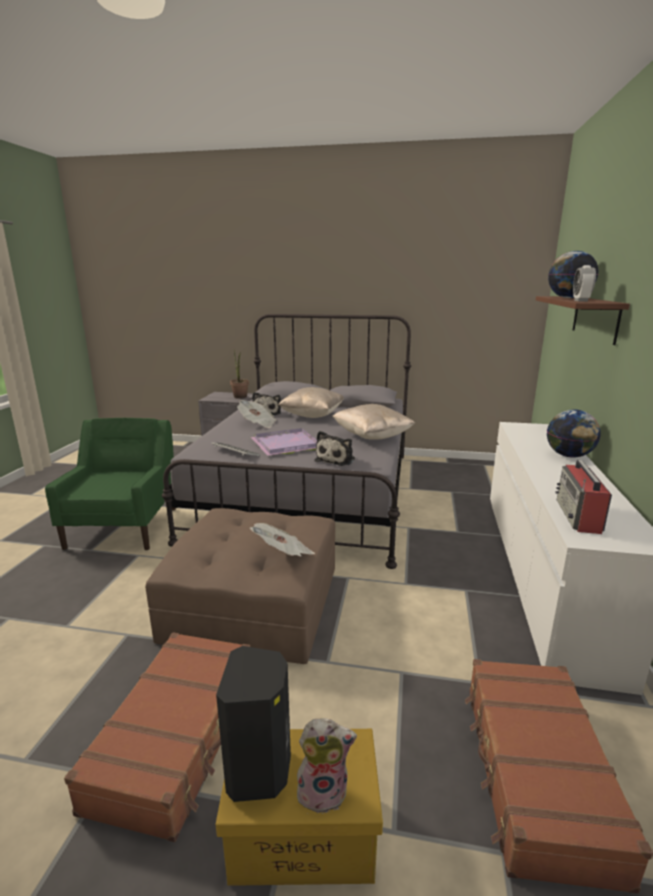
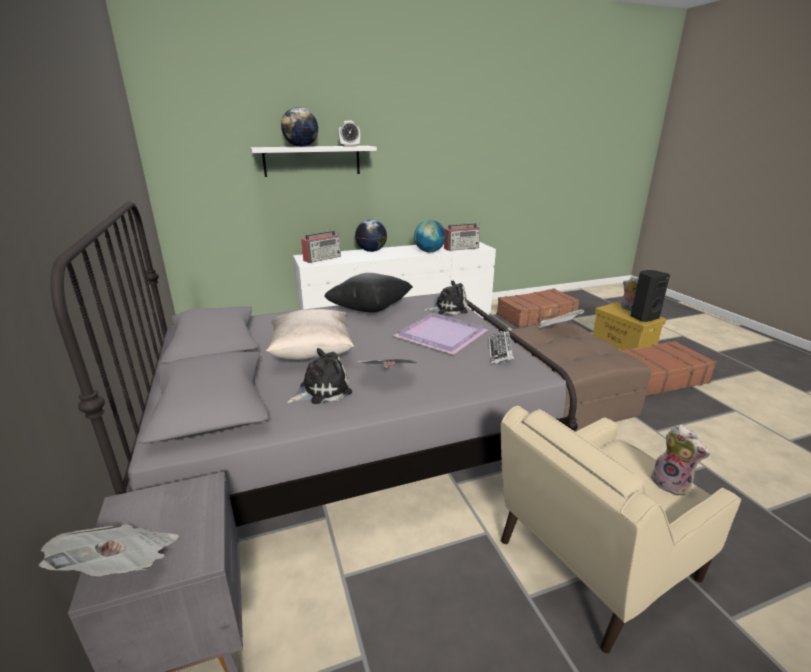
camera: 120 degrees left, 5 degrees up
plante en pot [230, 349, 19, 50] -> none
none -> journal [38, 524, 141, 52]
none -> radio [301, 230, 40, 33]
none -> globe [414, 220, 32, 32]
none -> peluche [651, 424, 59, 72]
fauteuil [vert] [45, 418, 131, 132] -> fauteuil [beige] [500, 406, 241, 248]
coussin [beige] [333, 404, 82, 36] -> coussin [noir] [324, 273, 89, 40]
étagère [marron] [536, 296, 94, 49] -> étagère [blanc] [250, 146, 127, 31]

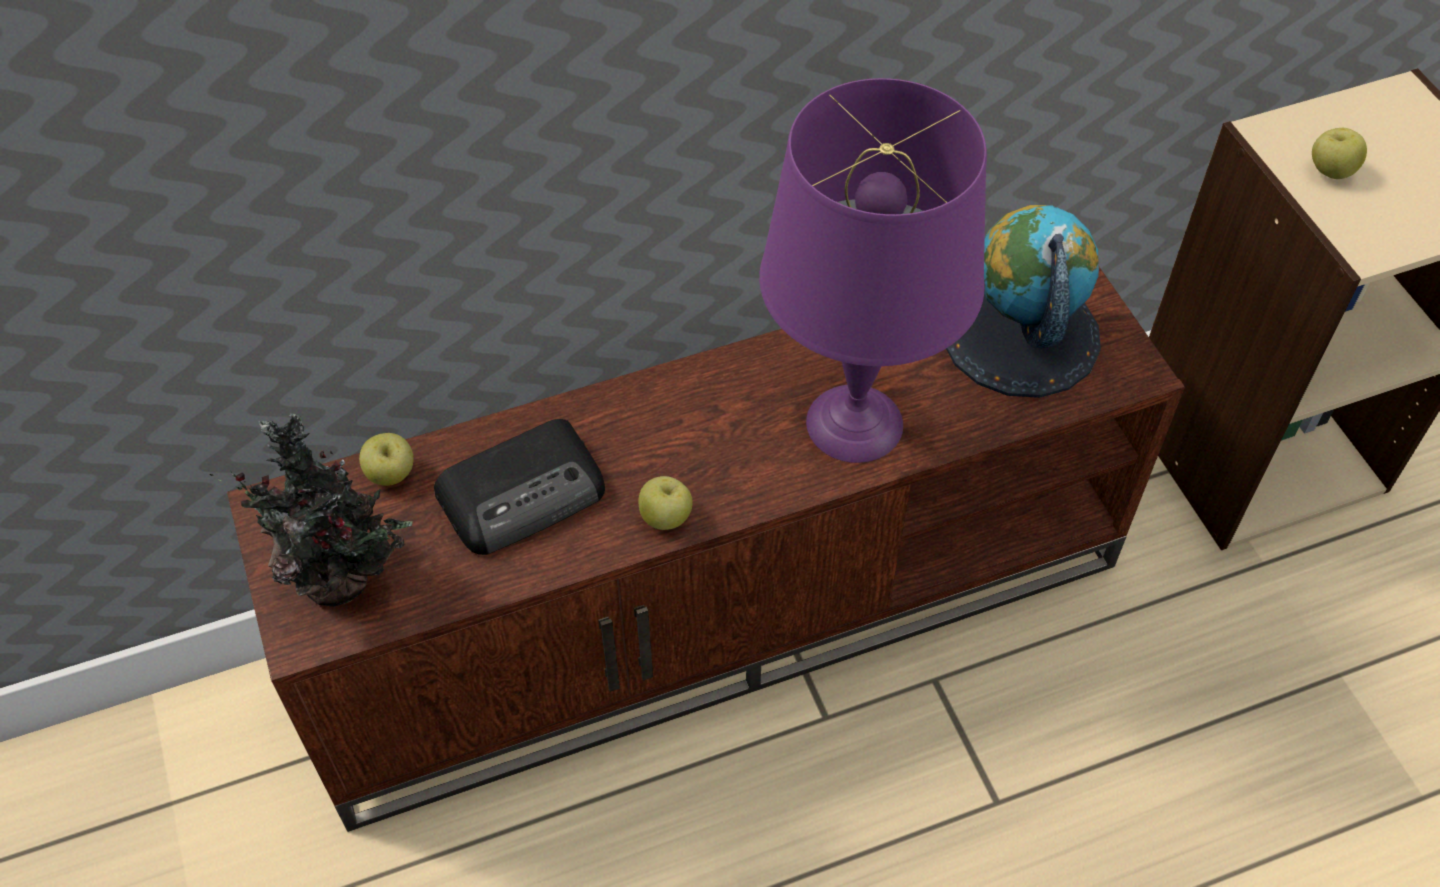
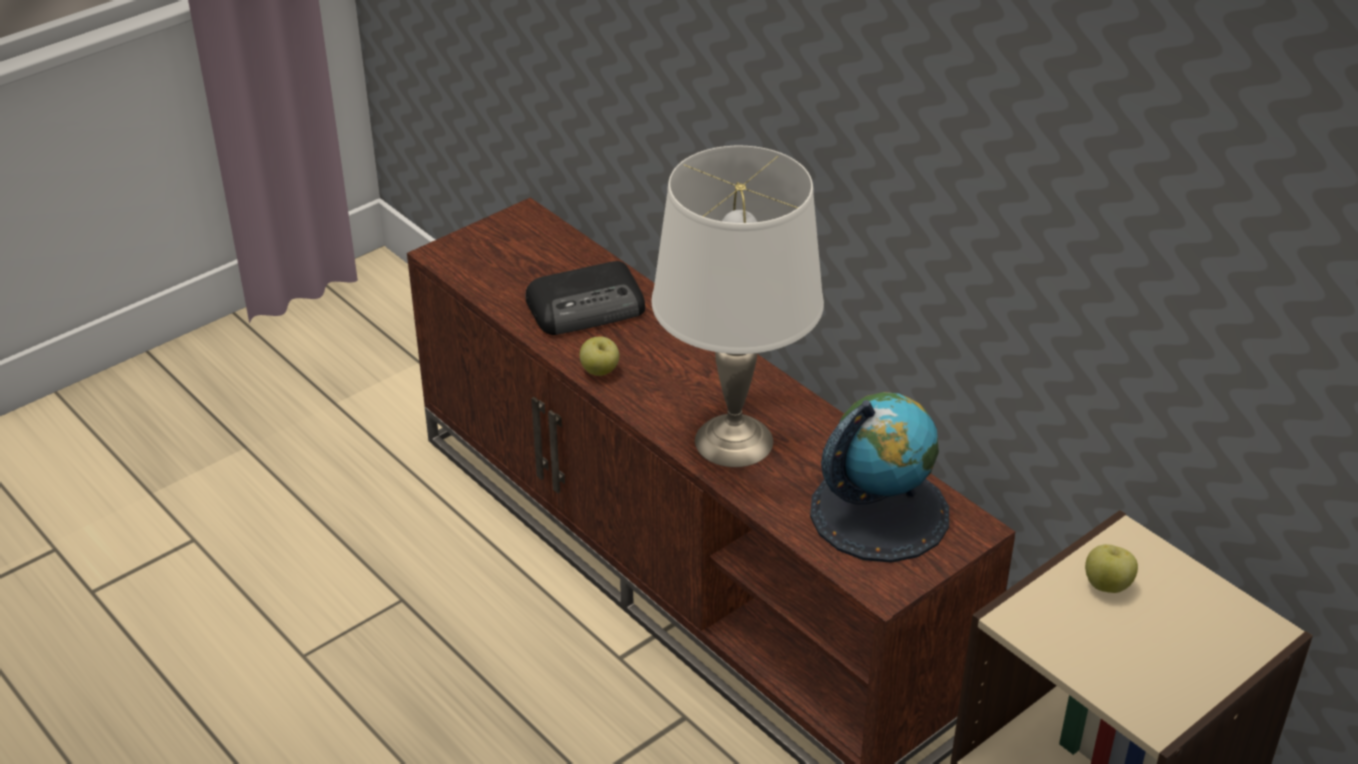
camera: 70 degrees right, 15 degrees down
plante en pot [210, 414, 203, 193] -> none
pomme [359, 433, 55, 53] -> none
lampe de table [violet] [759, 78, 228, 385] -> lampe de table [blanc] [652, 146, 172, 321]
radio [434, 419, 171, 136] -> radio [526, 261, 119, 74], 60 degrees counterclockwise

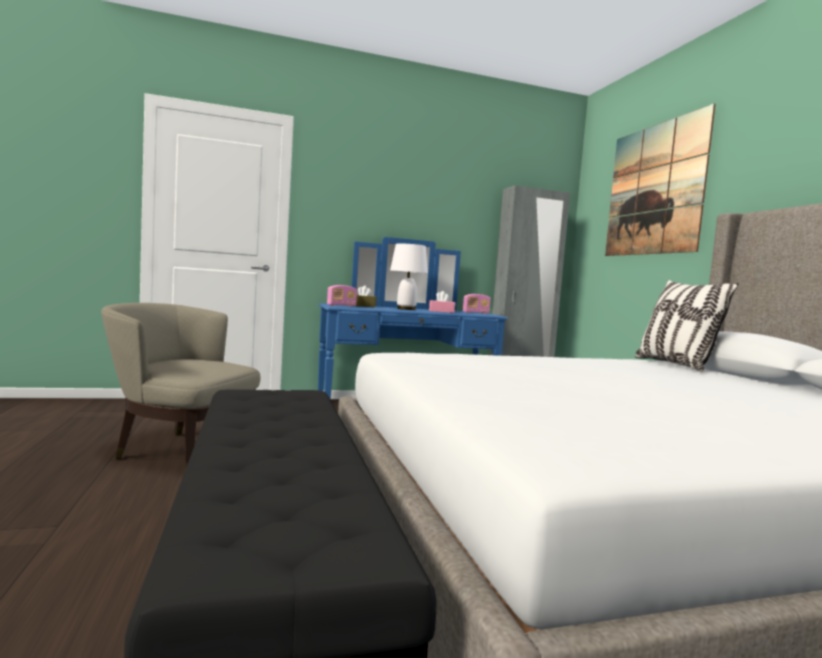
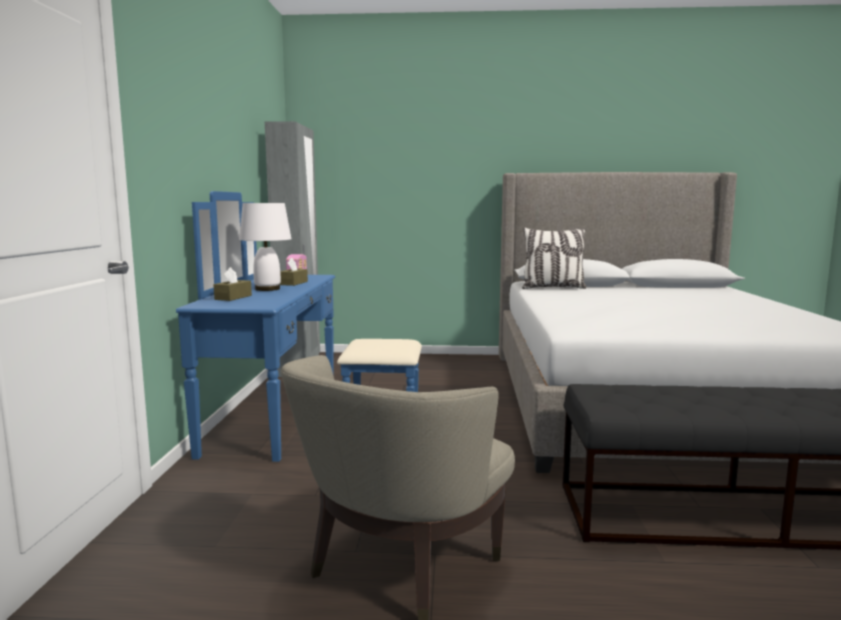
camera: 70 degrees left, 5 degrees up
radio [327, 285, 30, 22] -> none
tableau [605, 104, 110, 152] -> none
boîte à mouchoirs [rose] [429, 291, 26, 22] -> boîte à mouchoirs [marron] [280, 258, 28, 28]

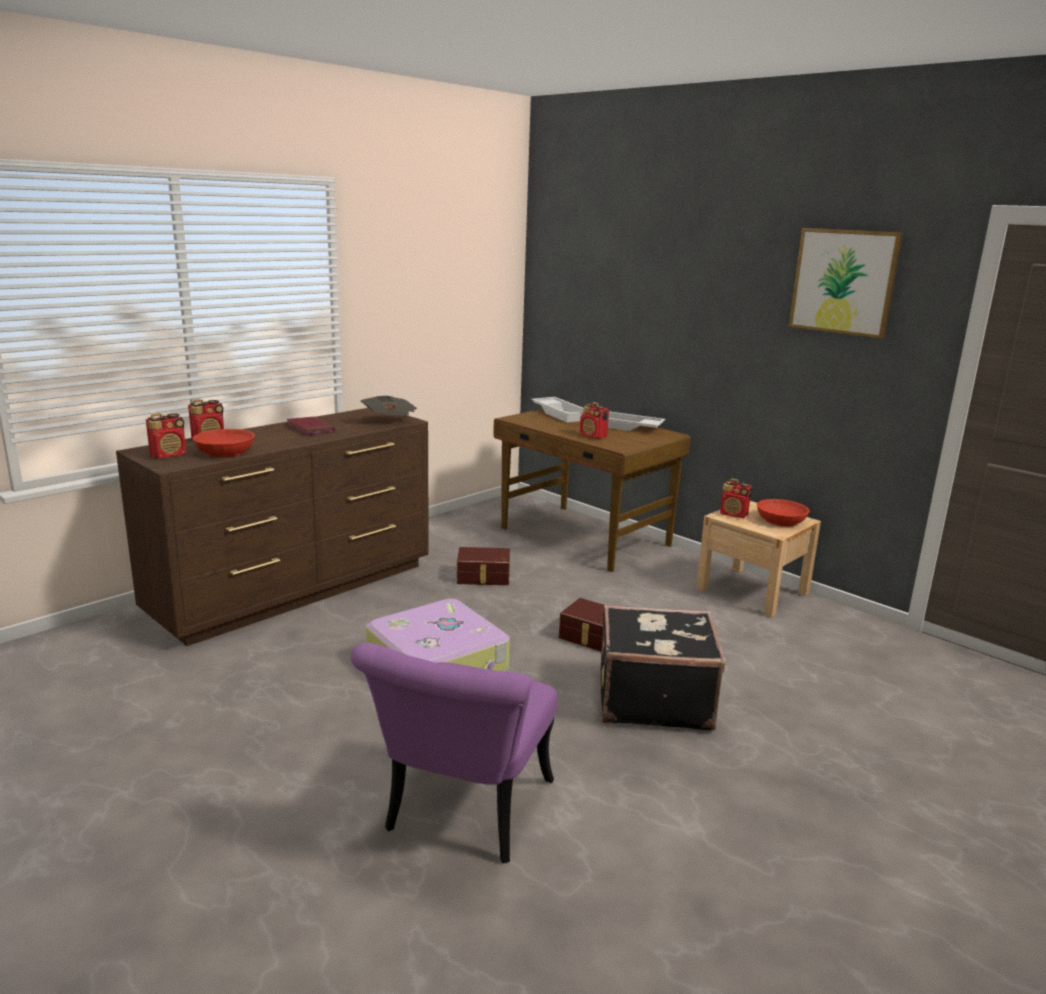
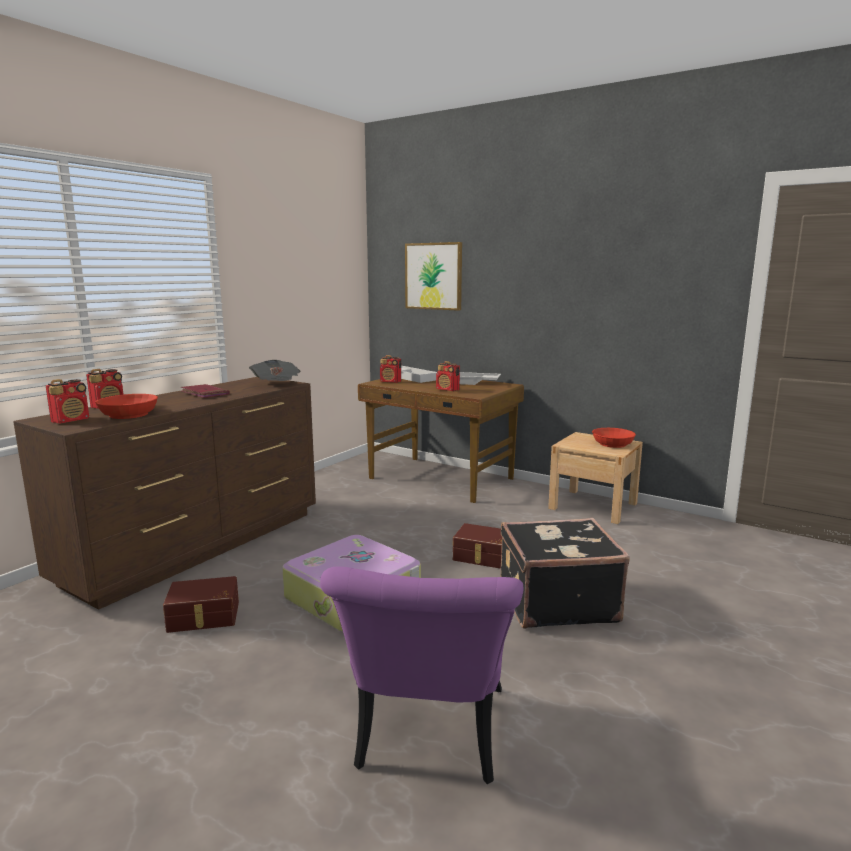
camera: 10 degrees left, 5 degrees down
boîte de rangement [marron] [457, 547, 53, 38] -> boîte de rangement [marron] [163, 576, 76, 57], relocated
radio [720, 479, 32, 39] -> radio [380, 355, 21, 28], relocated
tableau [789, 228, 114, 111] -> tableau [405, 242, 57, 69], relocated

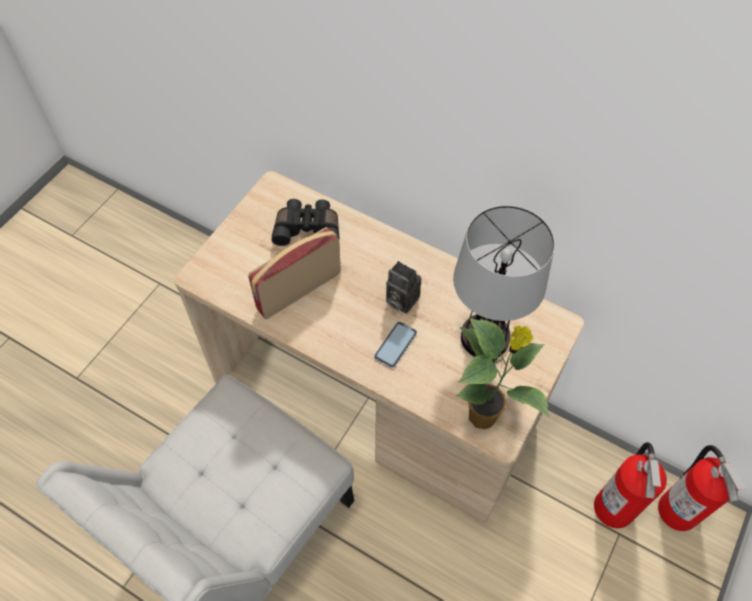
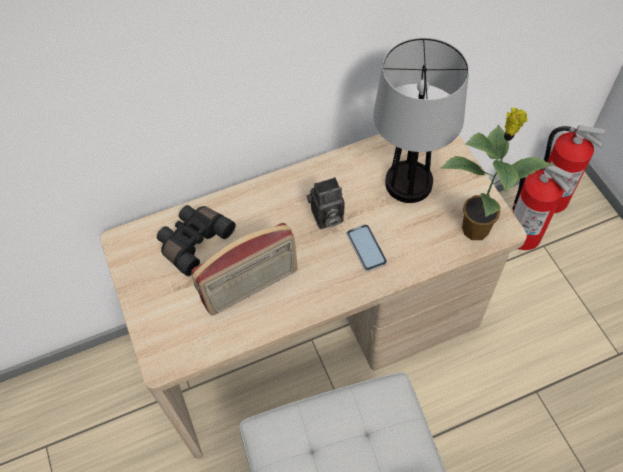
camera: 50 degrees left, 0 degrees up
radio [248, 227, 93, 92] -> radio [191, 223, 107, 93], 120 degrees counterclockwise

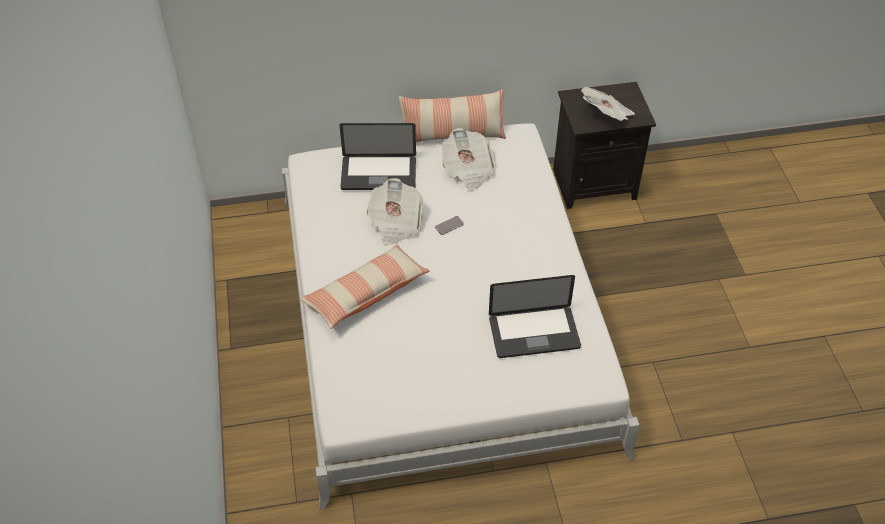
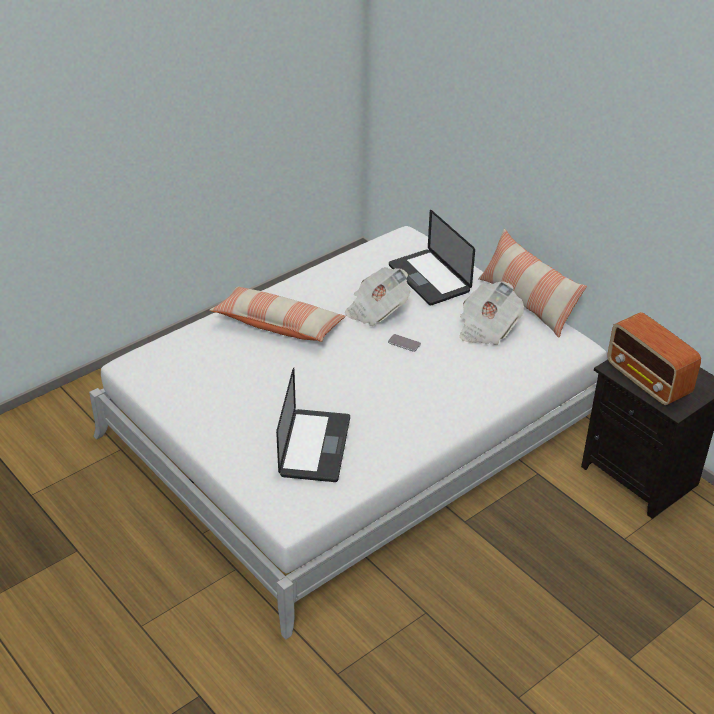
camera: 60 degrees right, 10 degrees down
journal [581, 87, 54, 34] -> radio [607, 312, 94, 93]
ordinateur portable [489, 275, 92, 83] -> ordinateur portable [276, 368, 74, 114], 135 degrees counterclockwise

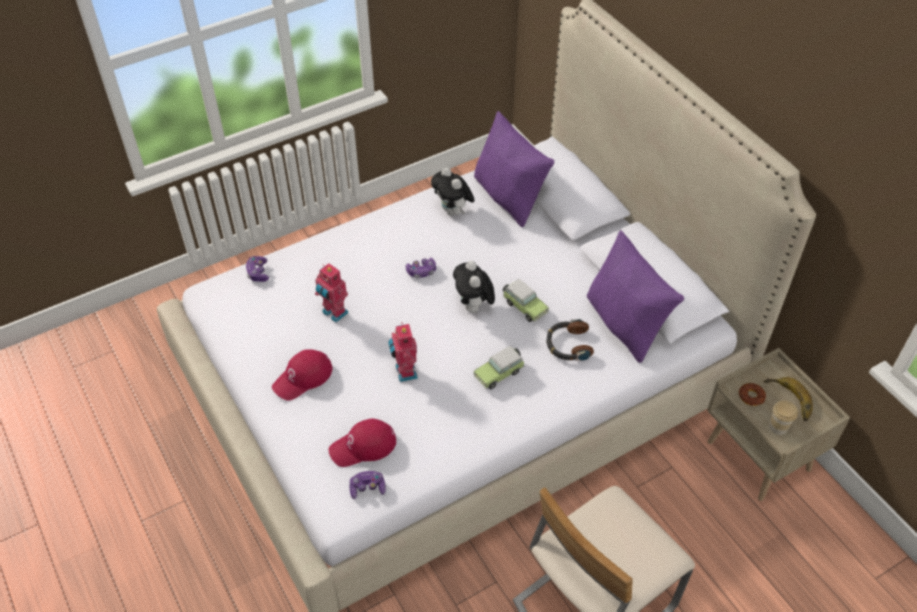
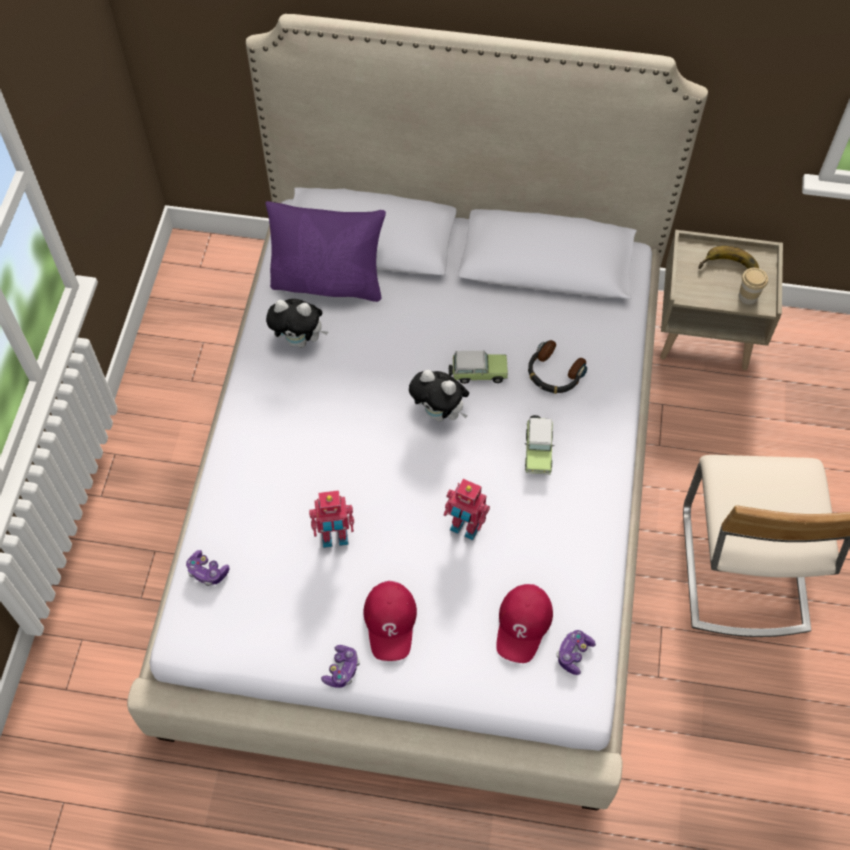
camera: 50 degrees left, 10 degrees up
coussin [violet] [587, 230, 97, 133] -> none
beignet [739, 383, 27, 23] -> none
manette [406, 258, 30, 20] -> manette [321, 645, 39, 43], relocated

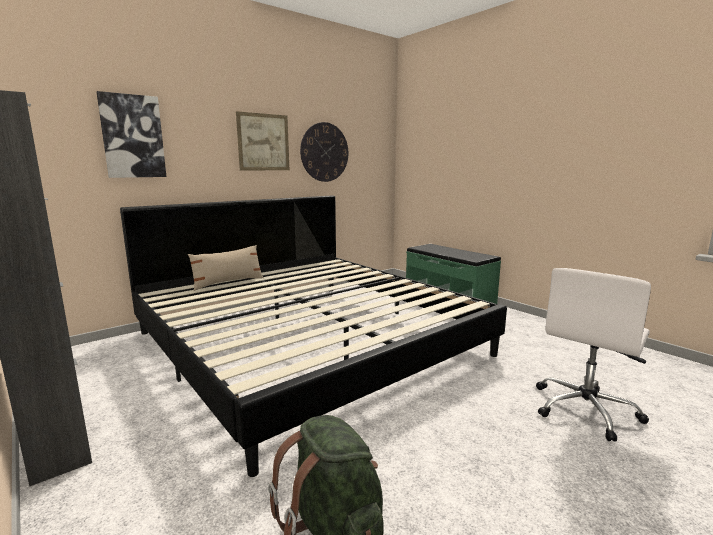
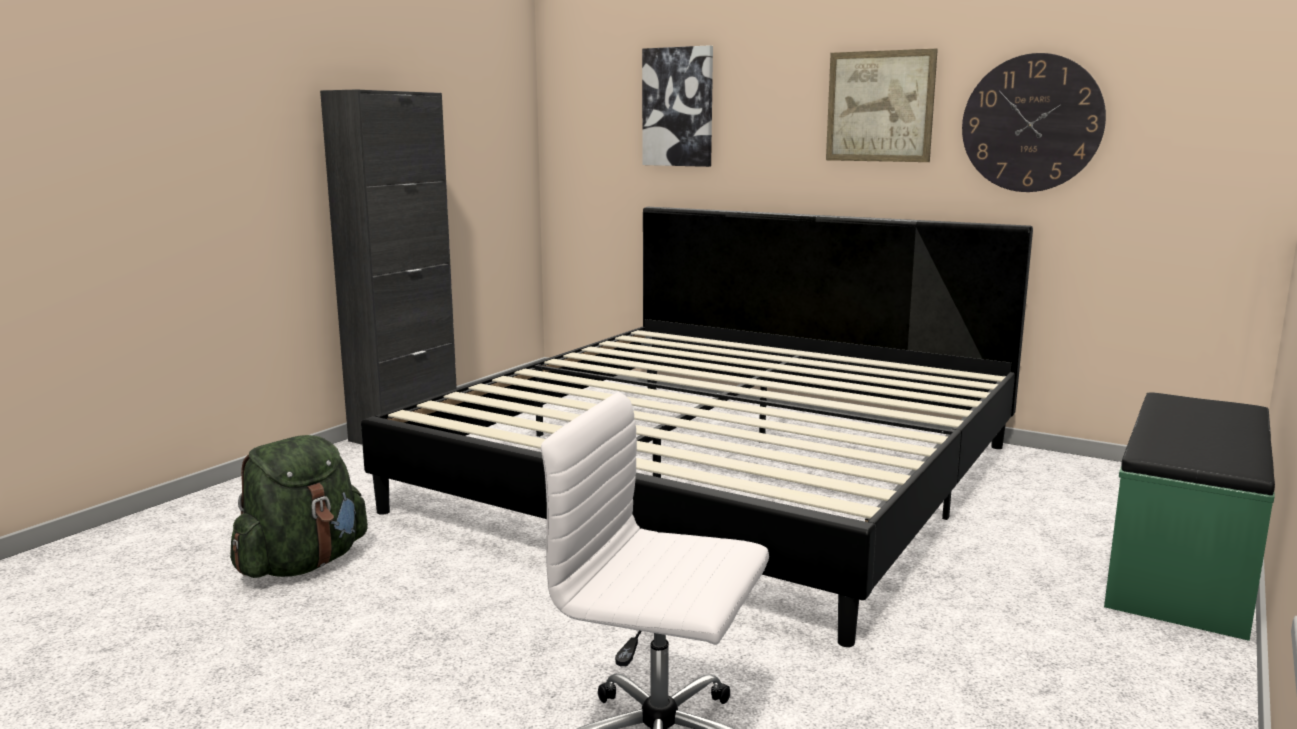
camera: 70 degrees right, 0 degrees up
coussin [beige] [188, 245, 76, 46] -> none

